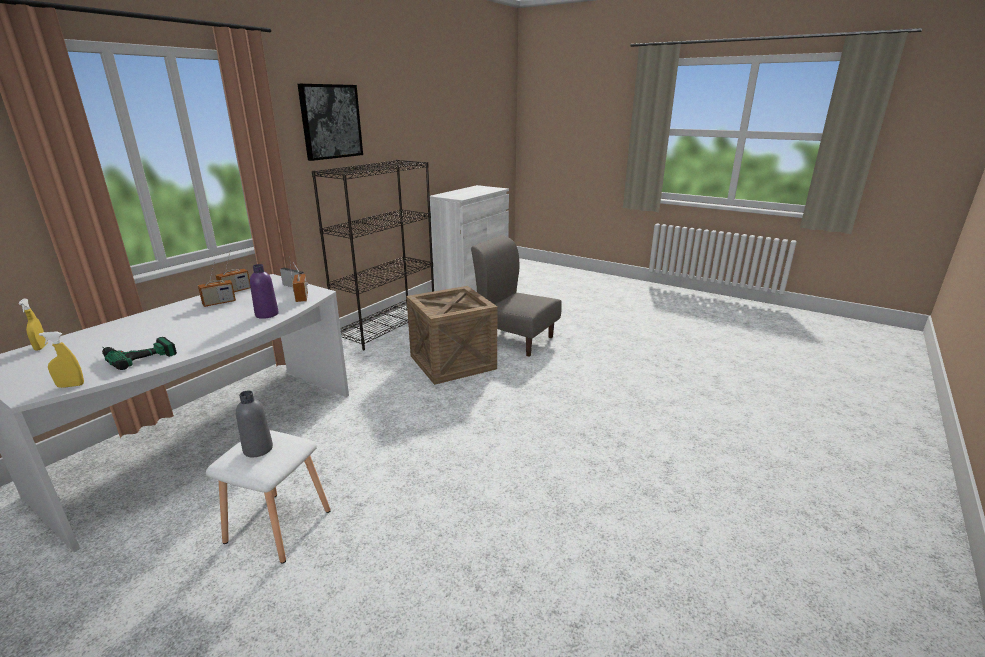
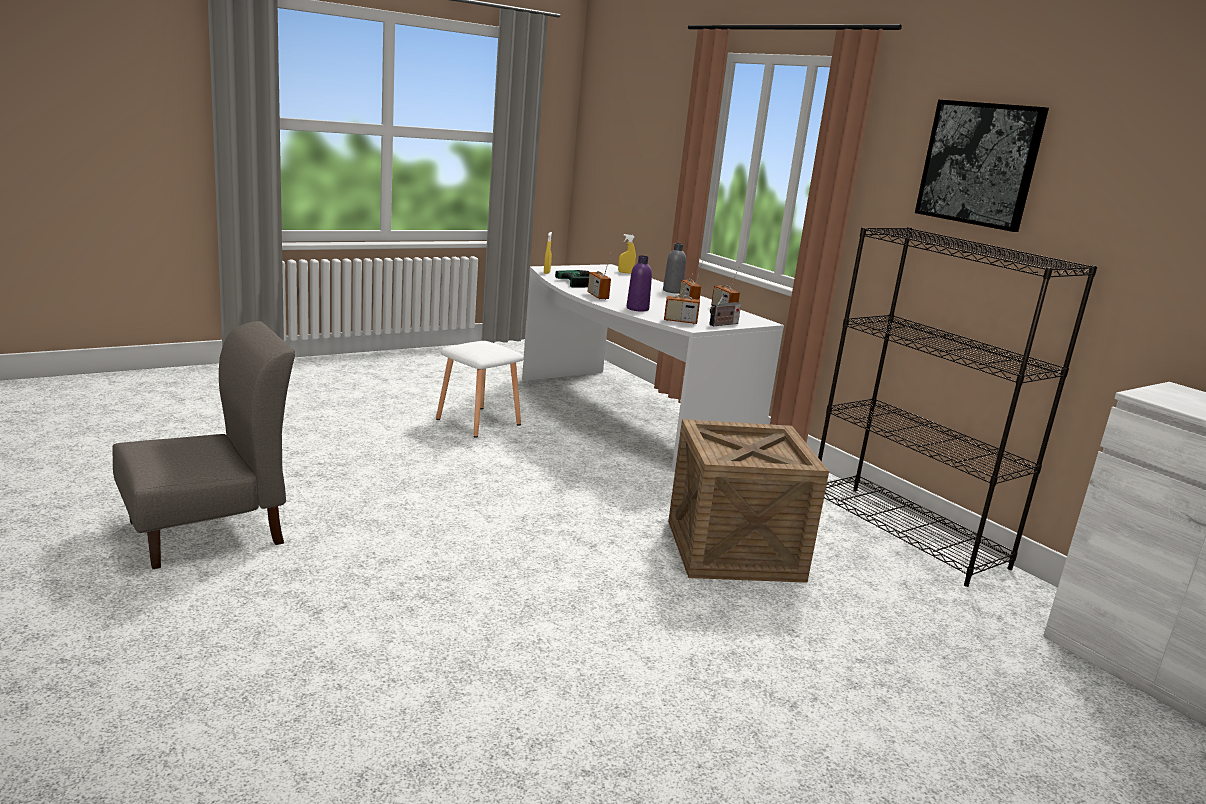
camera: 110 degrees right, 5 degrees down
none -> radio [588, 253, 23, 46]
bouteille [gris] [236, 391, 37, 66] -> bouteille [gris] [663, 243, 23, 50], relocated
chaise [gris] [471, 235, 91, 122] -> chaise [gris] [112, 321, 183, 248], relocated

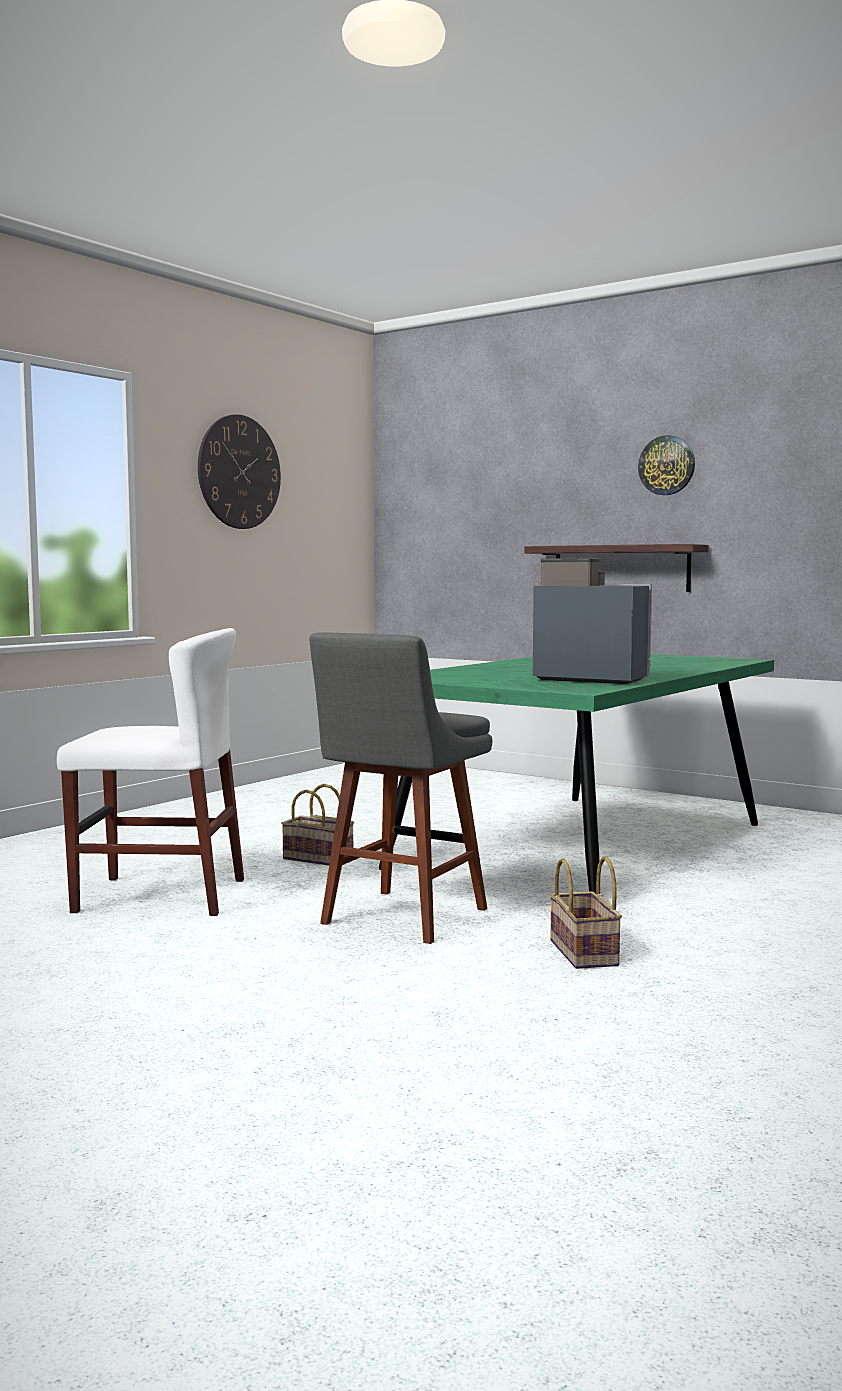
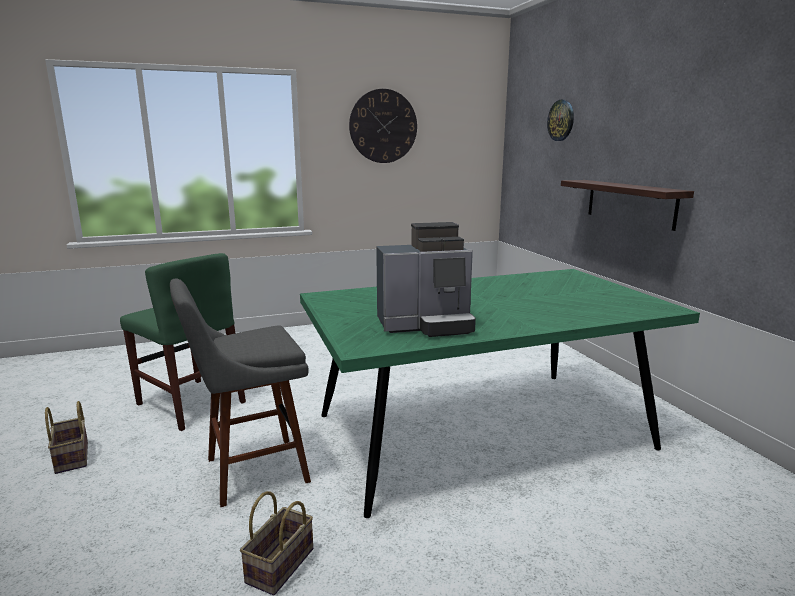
camera: 35 degrees right, 10 degrees up
panier [281, 784, 73, 82] -> panier [45, 401, 43, 73], relocated
horloge murale [638, 435, 57, 60] -> horloge murale [547, 100, 27, 41], relocated
chaise [blanc] [57, 628, 187, 288] -> chaise [vert] [120, 253, 126, 178]
machine à café [533, 558, 119, 126] -> machine à café [376, 222, 100, 115], 105 degrees clockwise

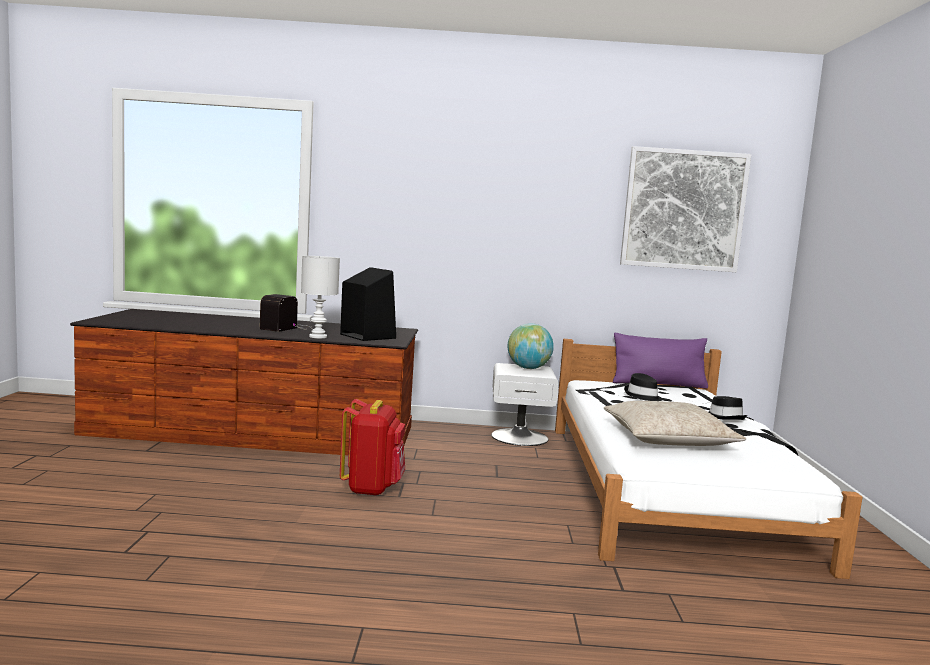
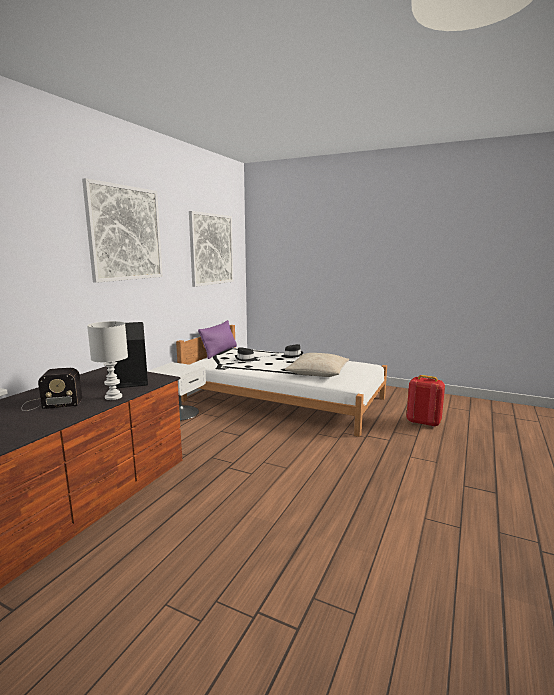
camera: 65 degrees left, 5 degrees up
globe [508, 323, 46, 46] -> none
none -> tableau [82, 178, 81, 105]
sac à dos [rouge] [340, 399, 65, 97] -> sac à dos [rouge] [406, 375, 39, 52], relocated
radio [260, 294, 51, 38] -> radio [21, 368, 61, 43], 60 degrees counterclockwise

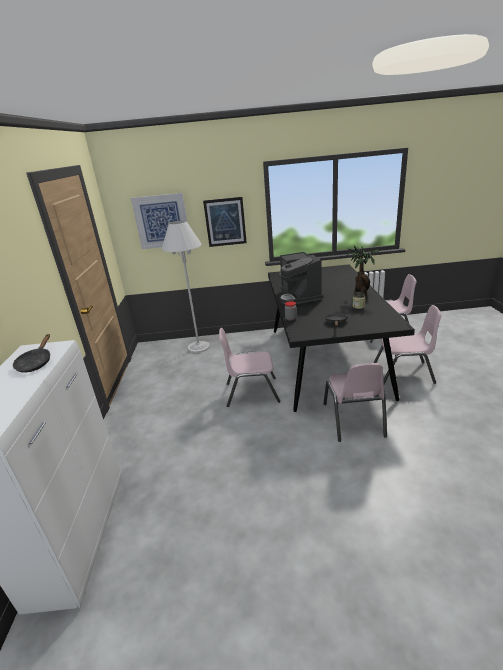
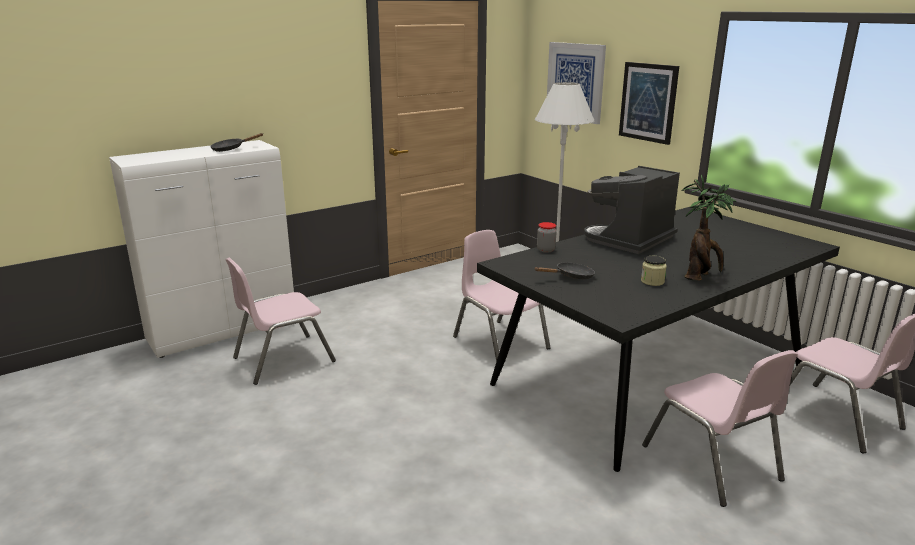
camera: 55 degrees right, 5 degrees down
chaise [rose] [323, 363, 64, 79] -> chaise [rose] [226, 258, 110, 127], relocated

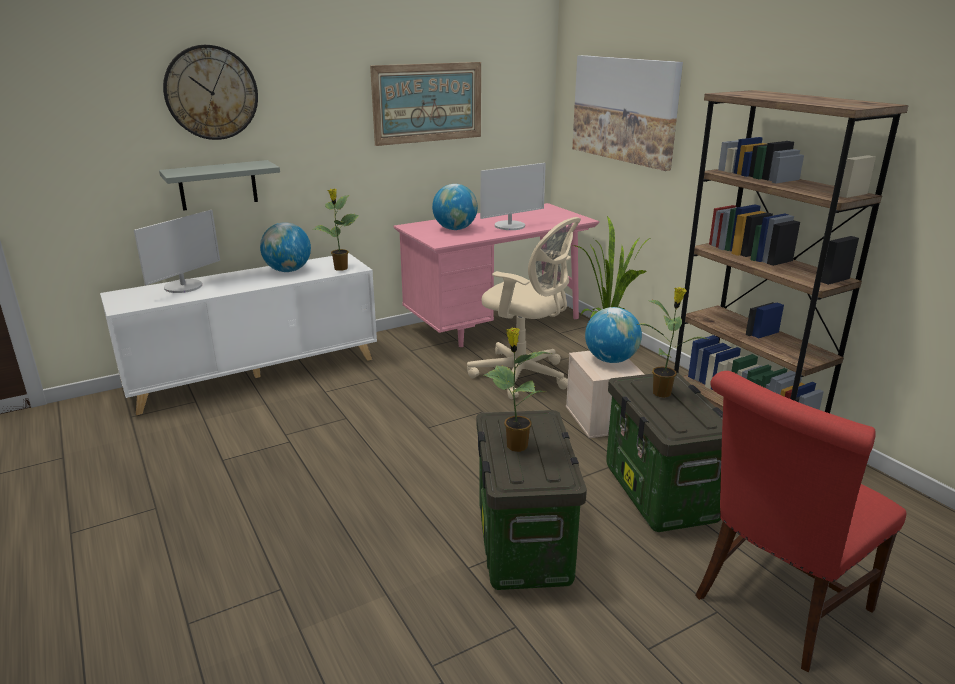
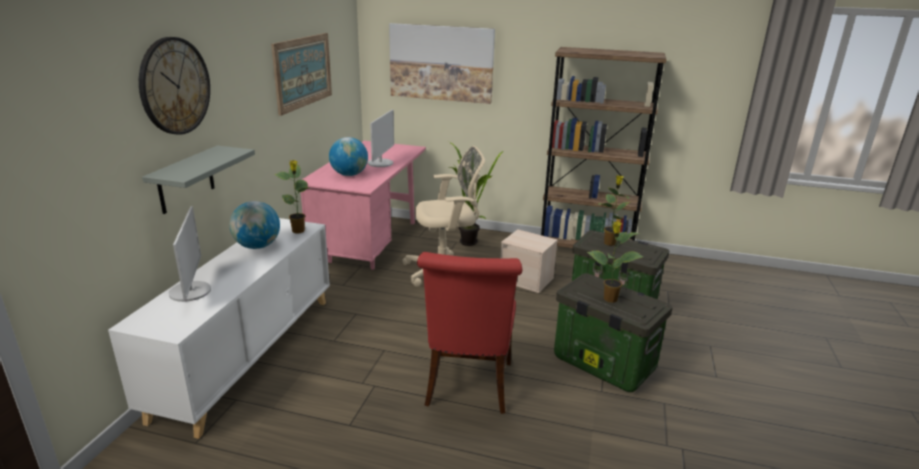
camera: 45 degrees left, 0 degrees up
globe [585, 307, 57, 56] -> none
chaise [rouge] [695, 371, 211, 301] -> chaise [rouge] [417, 252, 105, 162], relocated

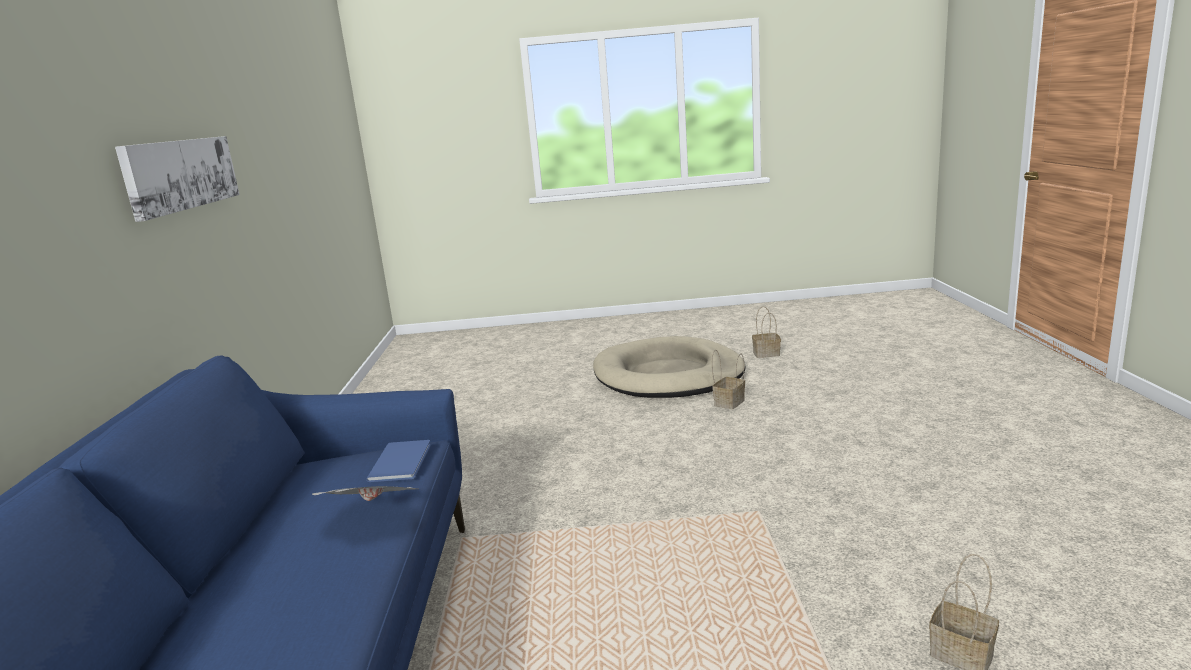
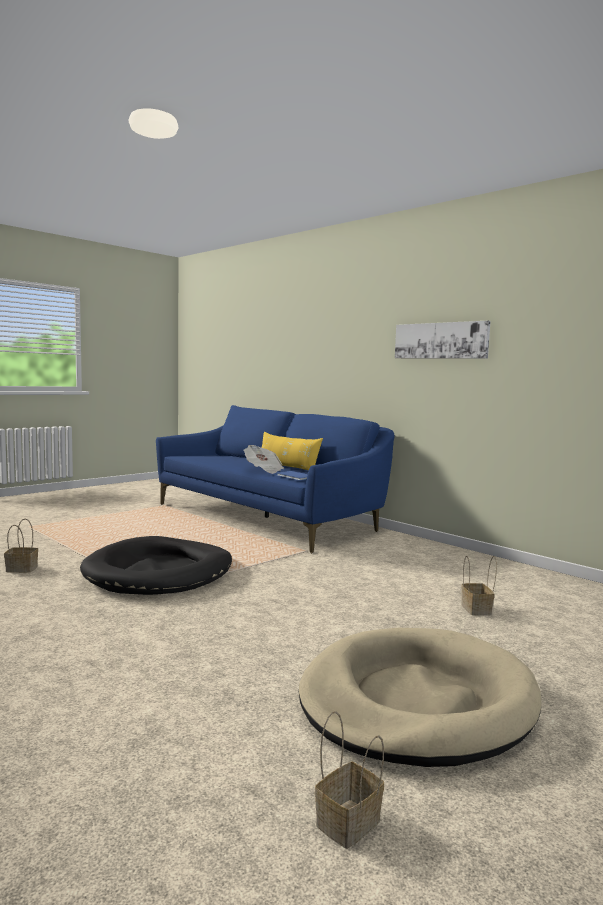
camera: 135 degrees right, 10 degrees down
none -> panier pour chien [noir] [80, 536, 152, 59]
none -> coussin [jaune] [262, 431, 61, 39]
panier [712, 350, 33, 59] -> panier [461, 556, 36, 59], relocated

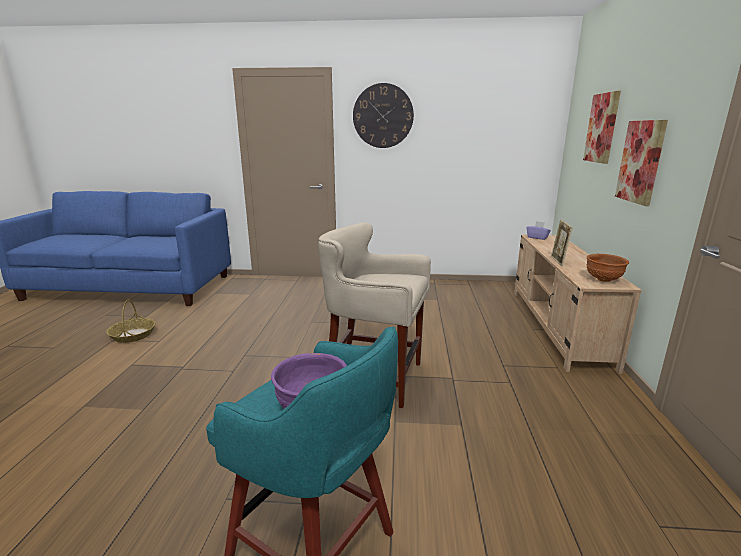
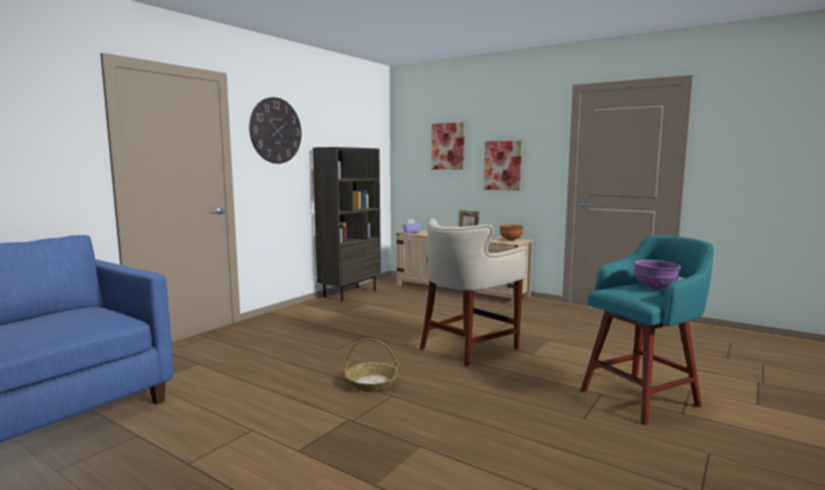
camera: 60 degrees left, 10 degrees down
none -> bibliothèque [marron] [313, 147, 68, 155]
panier [106, 299, 49, 44] -> panier [345, 339, 54, 53], relocated

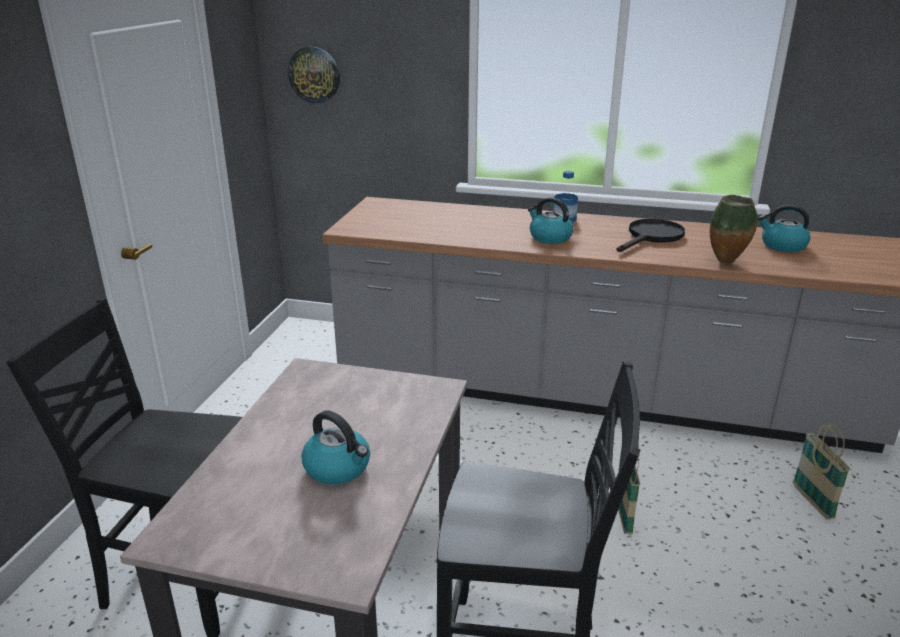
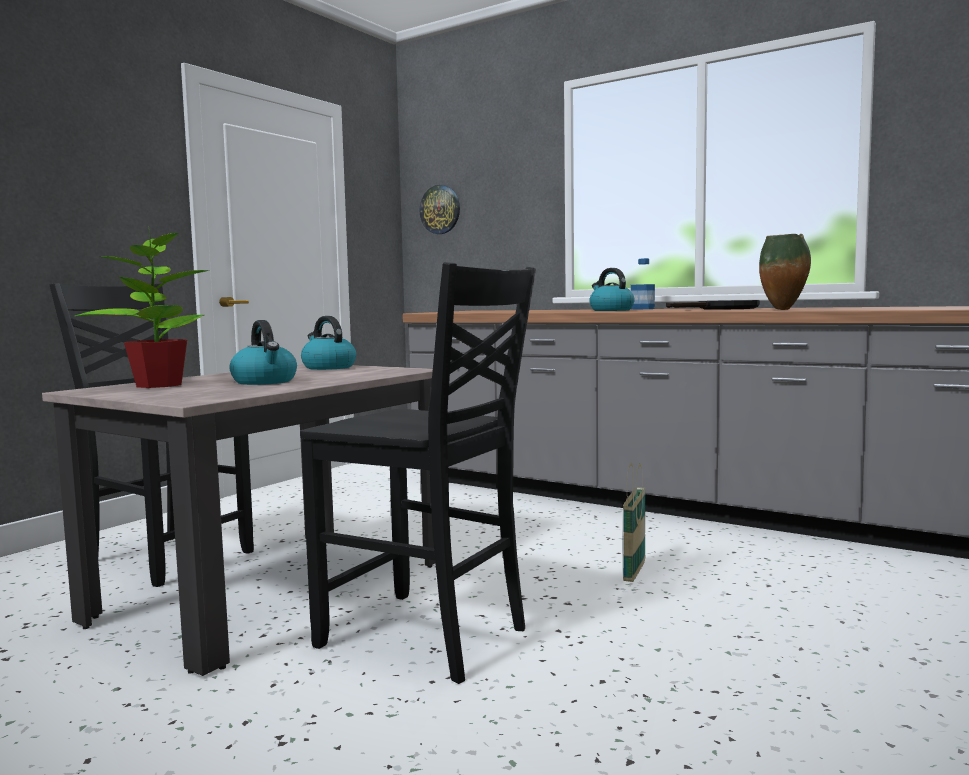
camera: 20 degrees right, 20 degrees down
panier [793, 424, 58, 95] -> none
none -> plante en pot [75, 226, 135, 162]
bouilloire [758, 205, 53, 47] -> bouilloire [301, 316, 55, 54], relocated

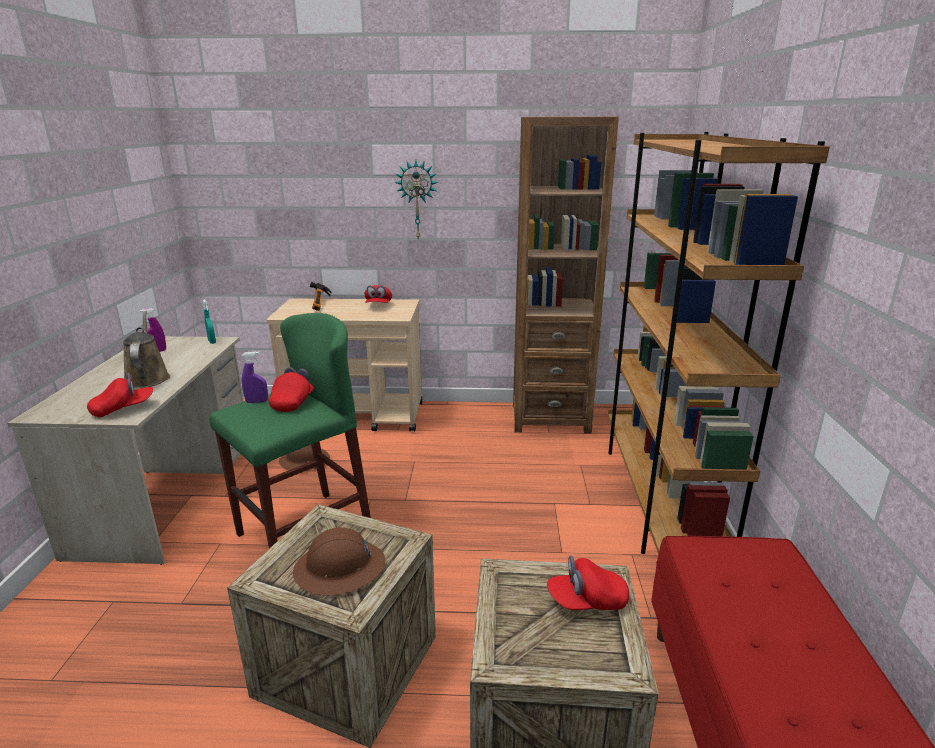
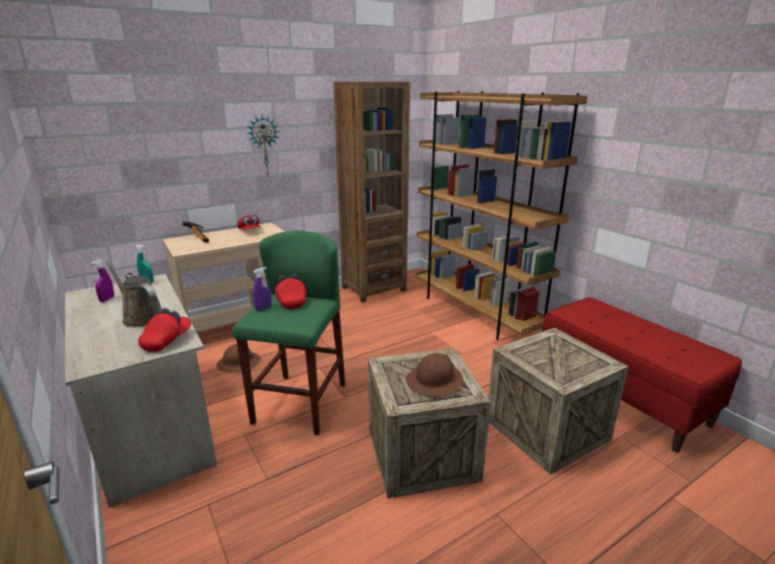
camera: 35 degrees left, 0 degrees up
casquette [rouge] [547, 555, 82, 55] -> none

